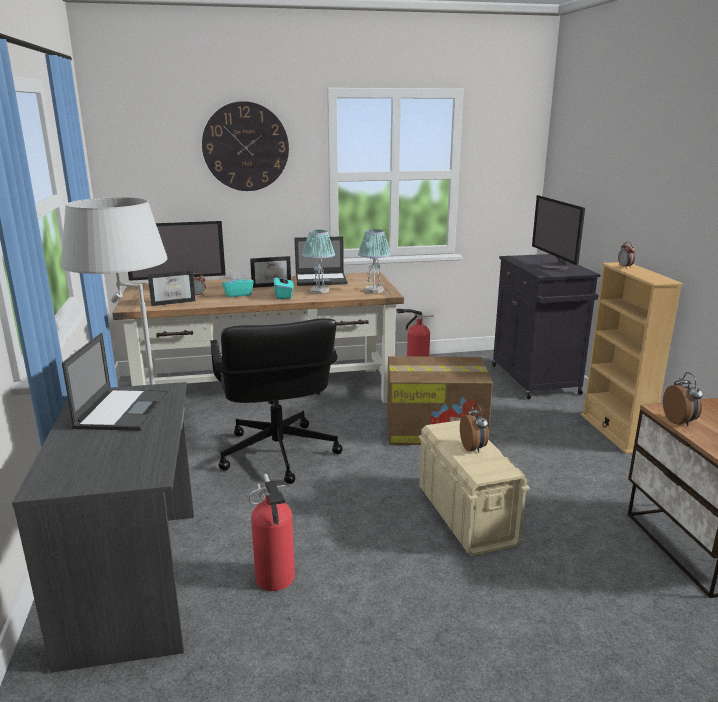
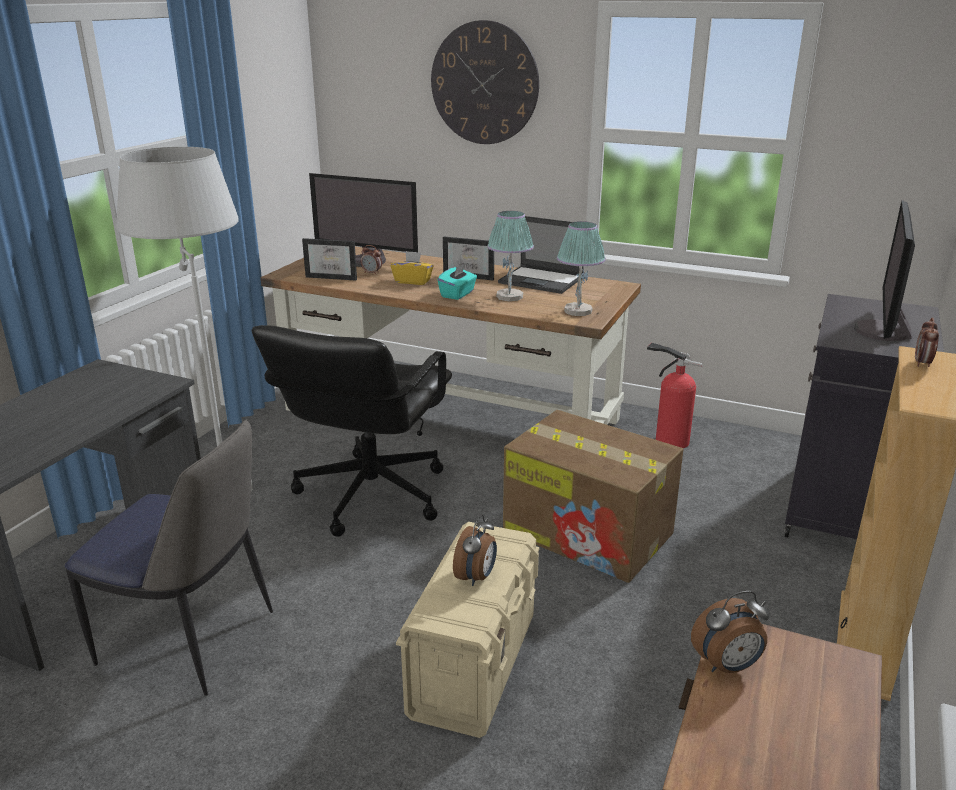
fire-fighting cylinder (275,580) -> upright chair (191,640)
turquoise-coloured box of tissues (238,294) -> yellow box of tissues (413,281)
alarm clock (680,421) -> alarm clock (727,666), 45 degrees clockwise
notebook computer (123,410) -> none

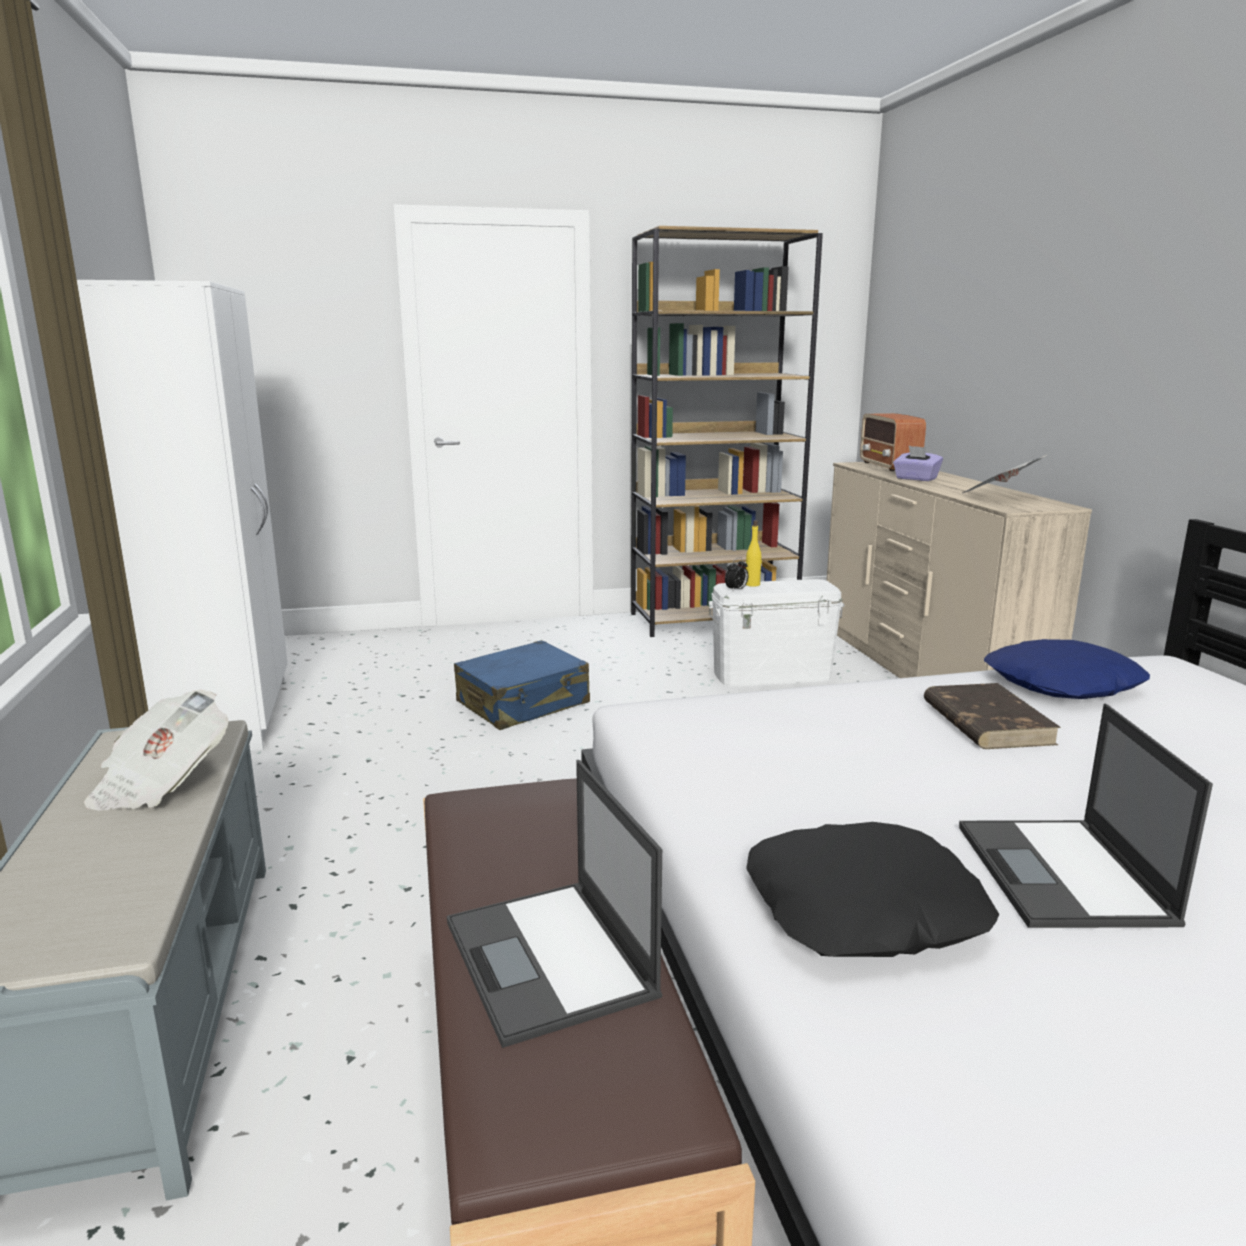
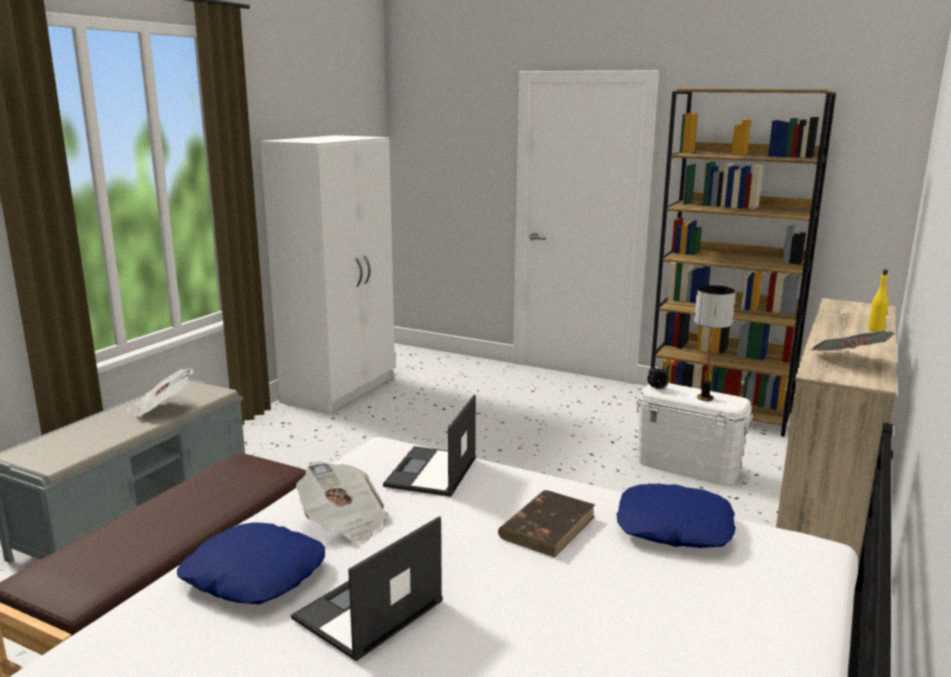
black pillow (864,910) -> blue-coloured pillow (253,575)
none -> newspaper (344,523)
notebook computer (550,960) -> notebook computer (431,472), moved
none -> lamp for a table (705,398)
yellow bottle (752,584) -> yellow bottle (875,330), moved
blue-coloured travel case (523,703) -> none
radio (889,466) -> none
purple-coloured box of tissues (915,479) -> none

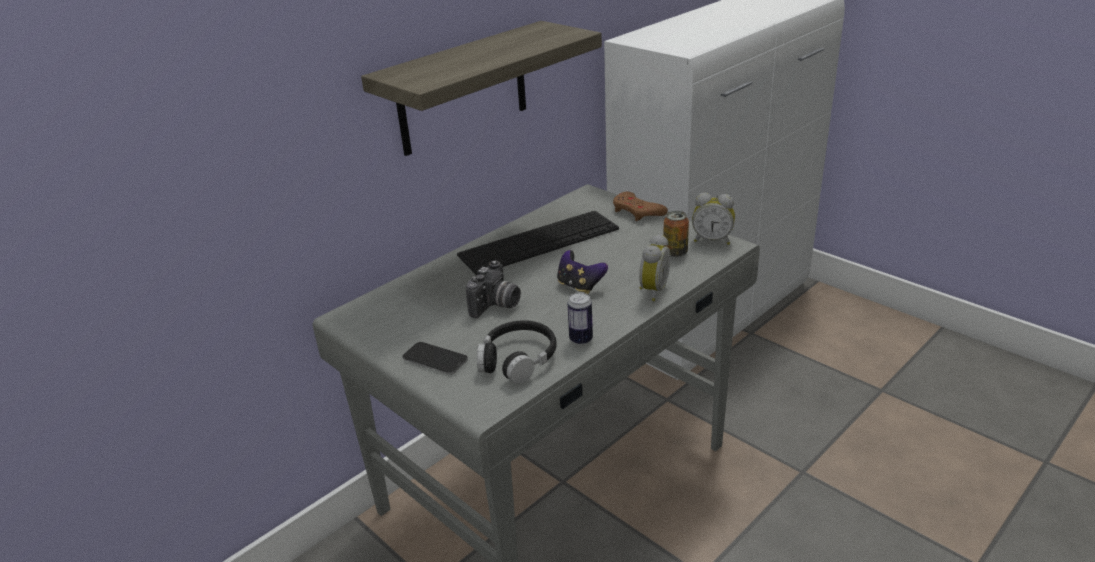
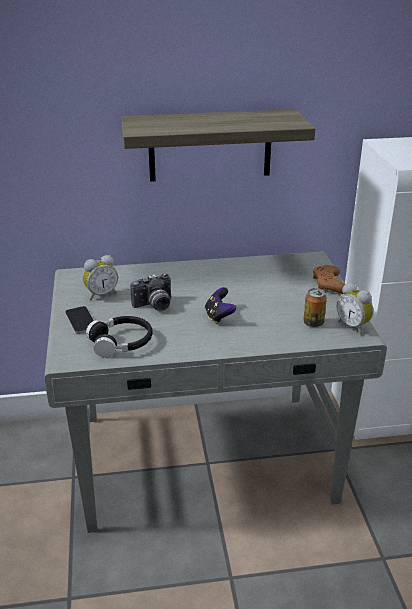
alarm clock (651,290) -> alarm clock (101,294), moved
PC keyboard (539,242) -> none
metal can (581,339) -> none

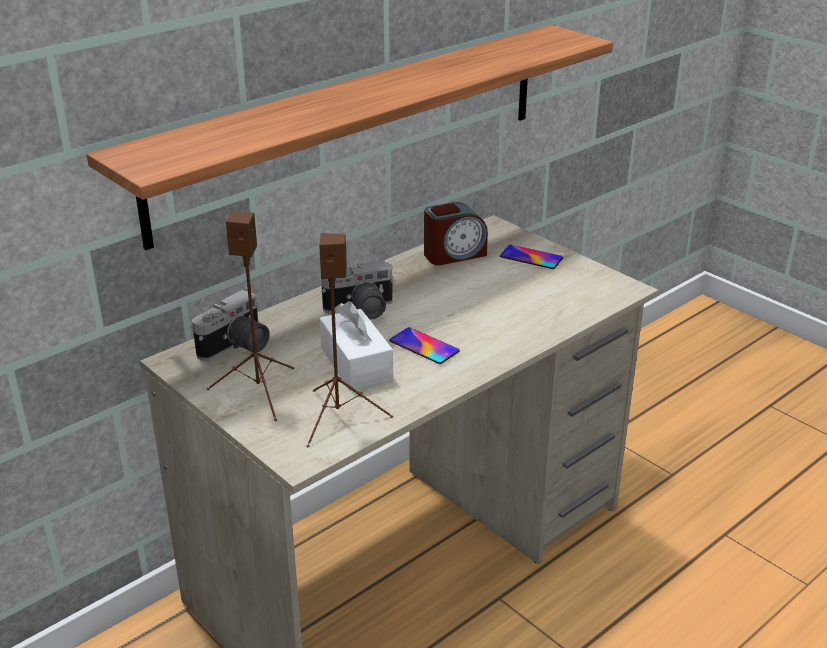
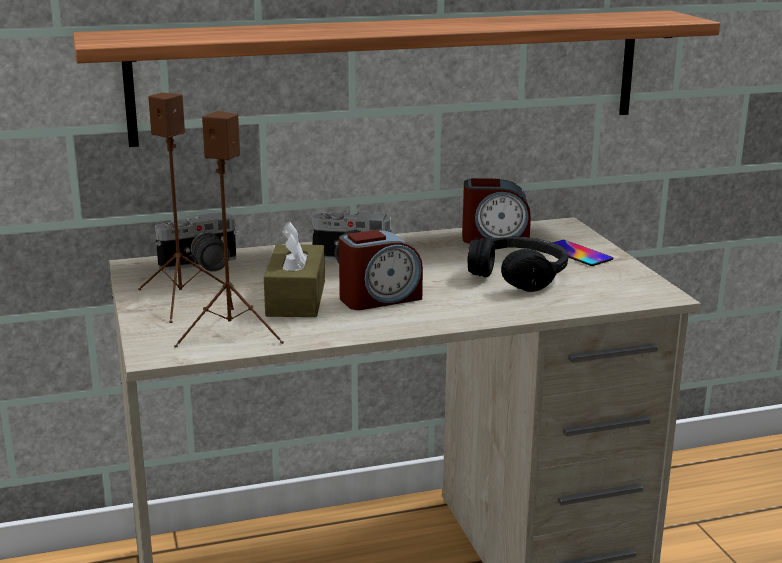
white box of tissues (356,364) -> brownish box of tissues (296,298)
telephone (424,346) -> alarm clock (379,298)
none -> black headphones (518,276)

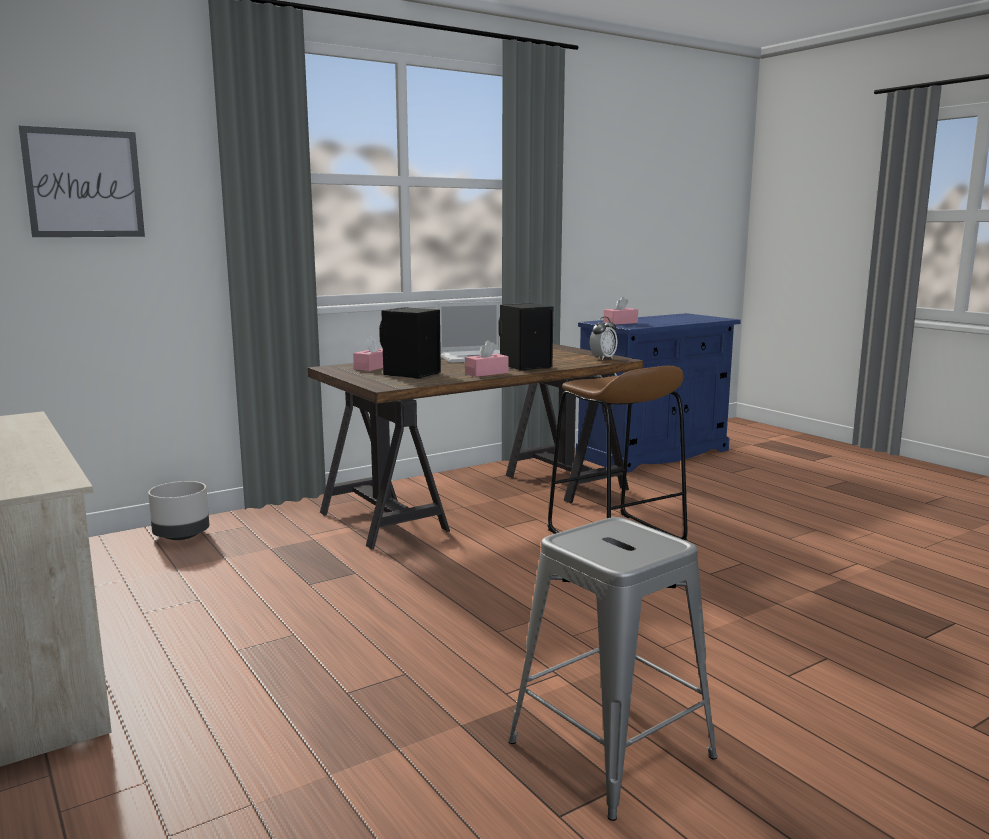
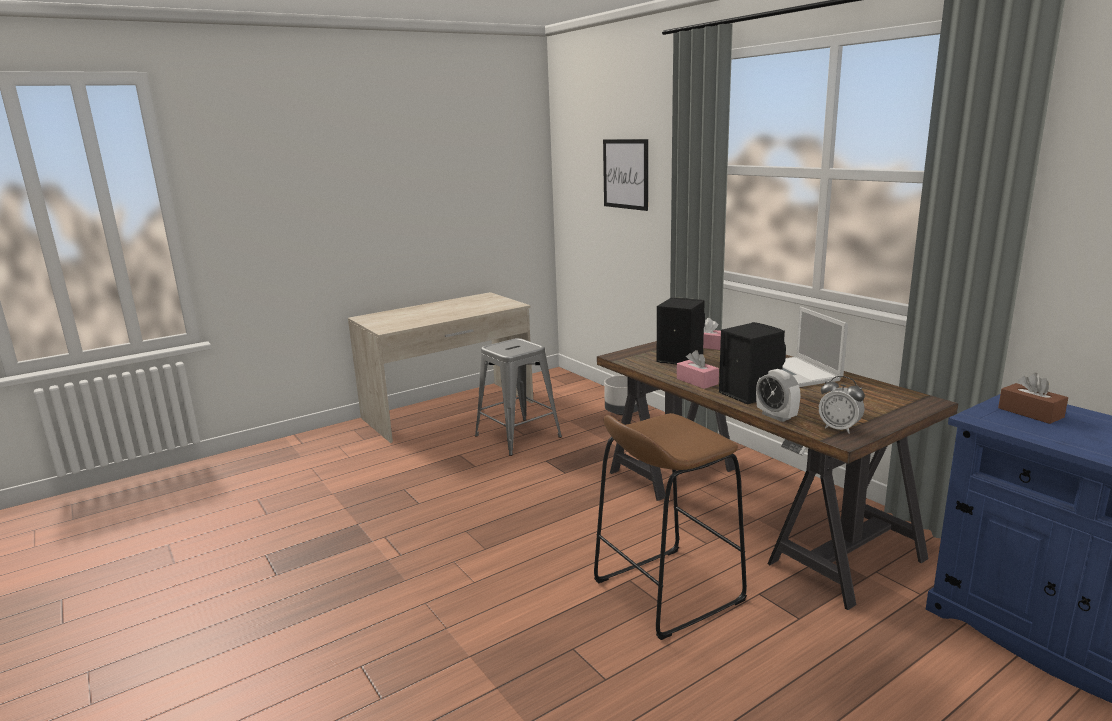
gray stool (609,749) -> gray stool (518,436), moved
none -> alarm clock (776,416)
pink box of tissues (620,323) -> brownish box of tissues (1030,413)

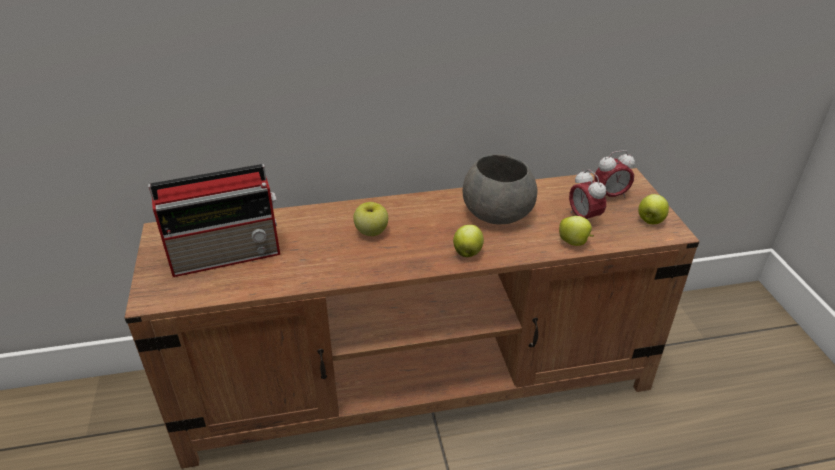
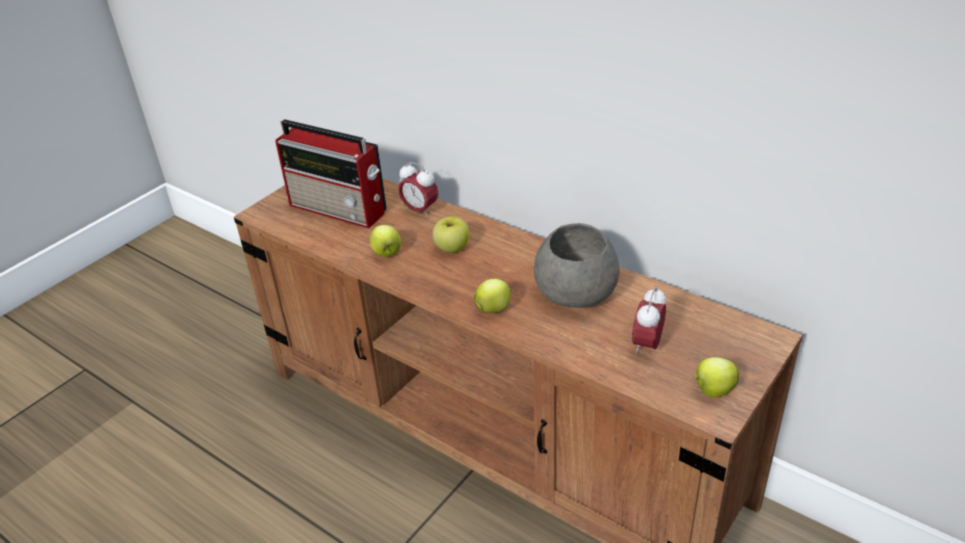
apple fruit (574,243) -> apple fruit (387,253), moved
alarm clock (610,196) -> alarm clock (420,210), moved

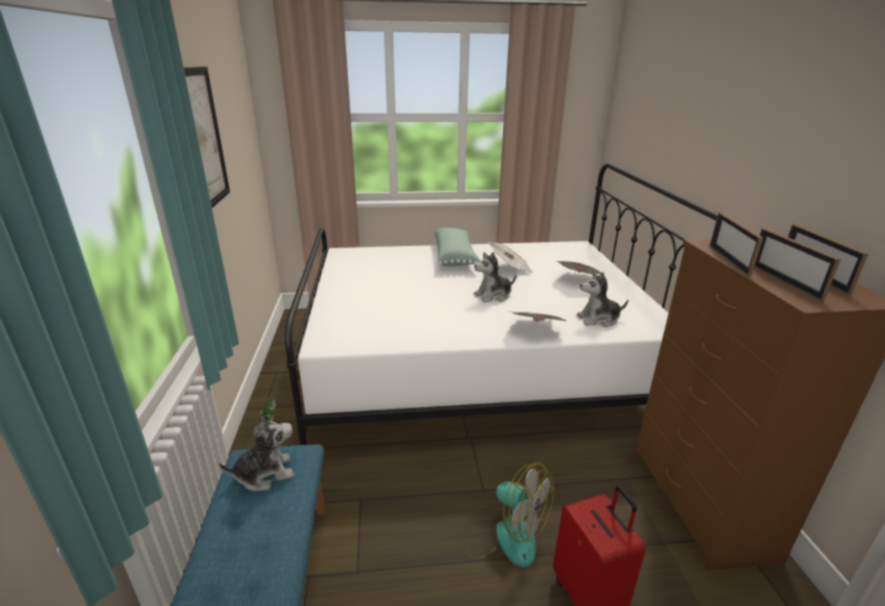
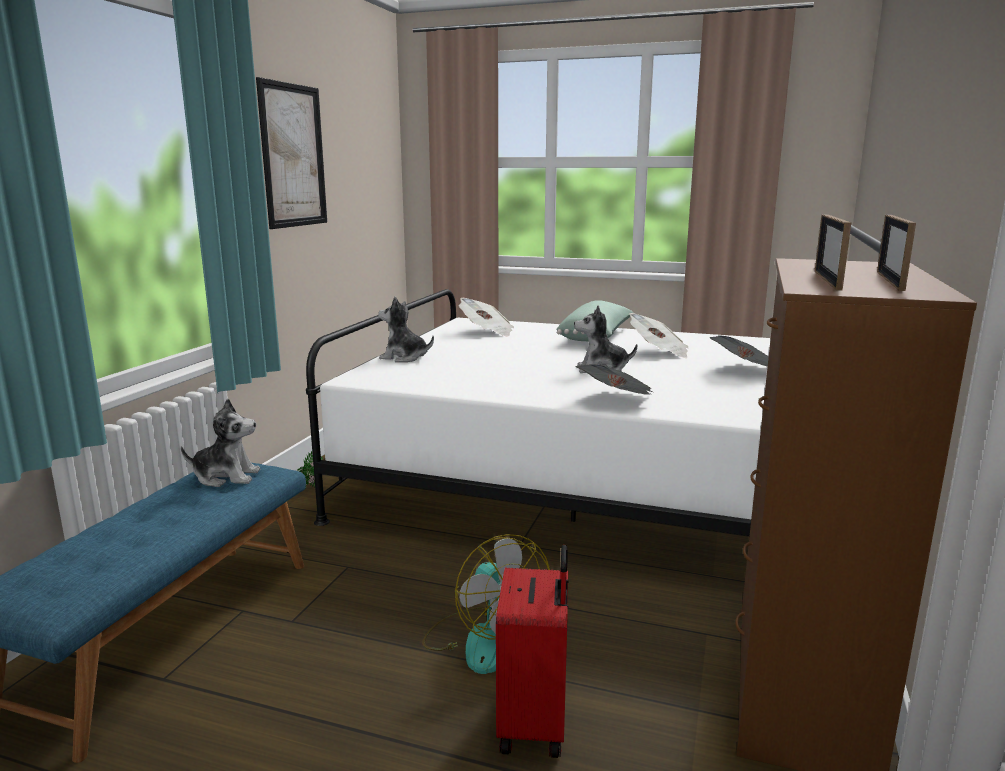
soft toy (598,319) -> soft toy (404,358), moved
none -> newspaper (487,332)
picture frame (728,260) -> none

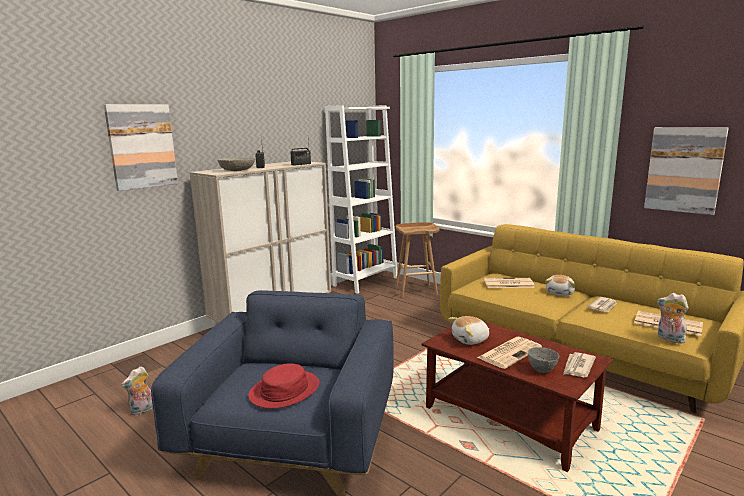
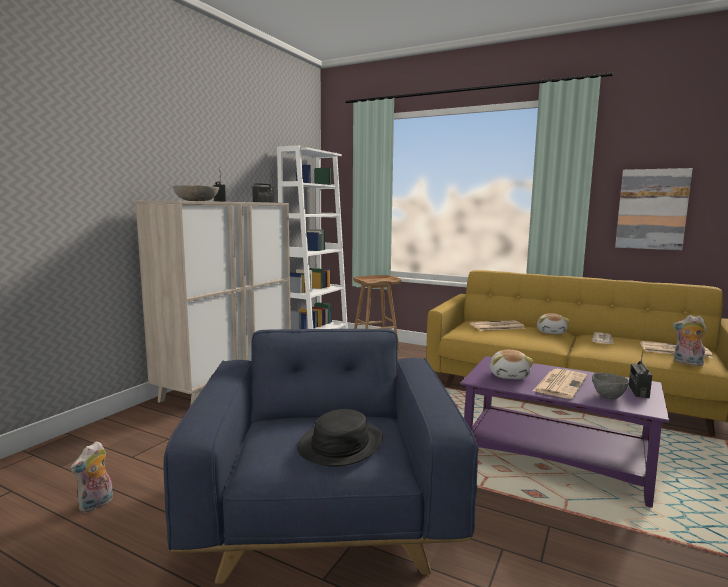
reddish wearable hat (284,390) -> black wearable hat (340,444)
brownish low table (510,419) -> purple-coloured low table (556,461)
soft toy (470,340) -> soft toy (509,375), 45 degrees counterclockwise
newspaper (578,367) -> radio (638,391)
picture (142,146) -> none

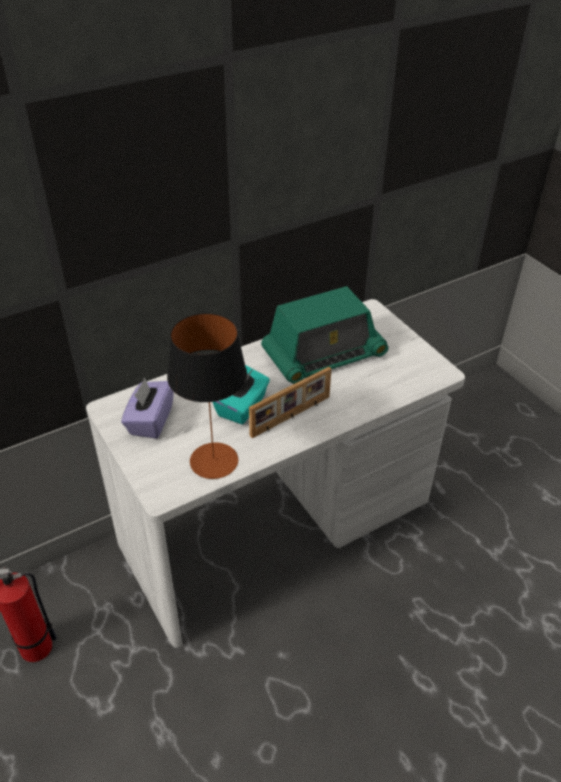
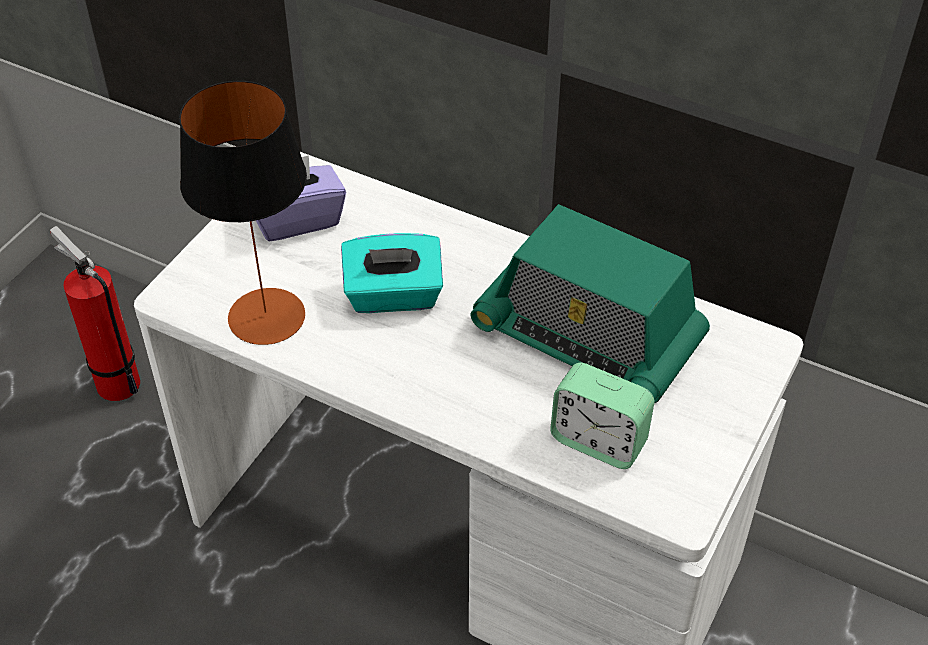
none -> alarm clock (598,441)
picture frame (291,417) -> none

